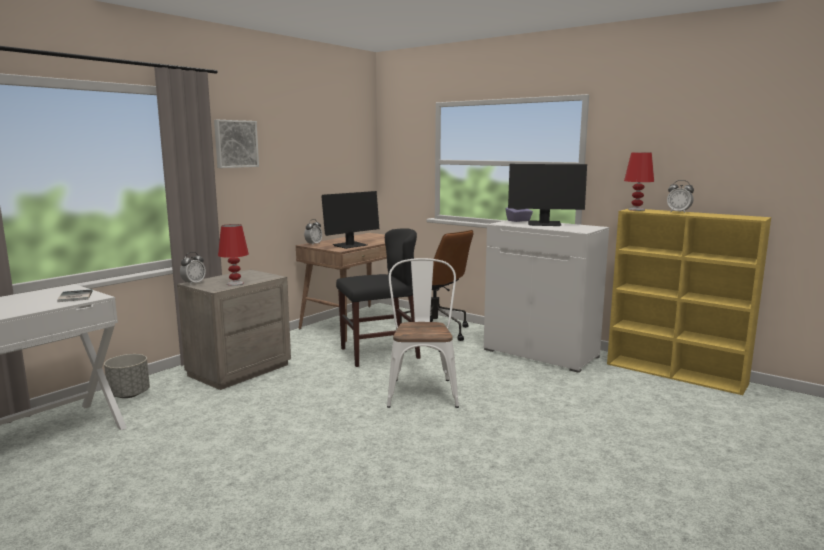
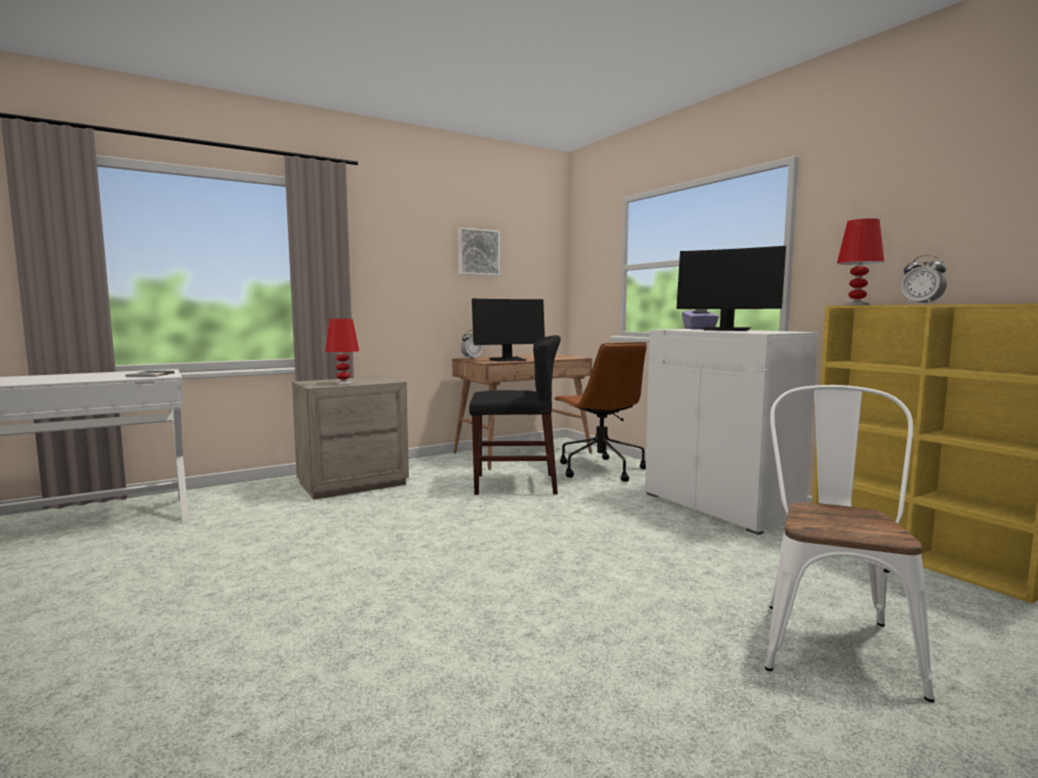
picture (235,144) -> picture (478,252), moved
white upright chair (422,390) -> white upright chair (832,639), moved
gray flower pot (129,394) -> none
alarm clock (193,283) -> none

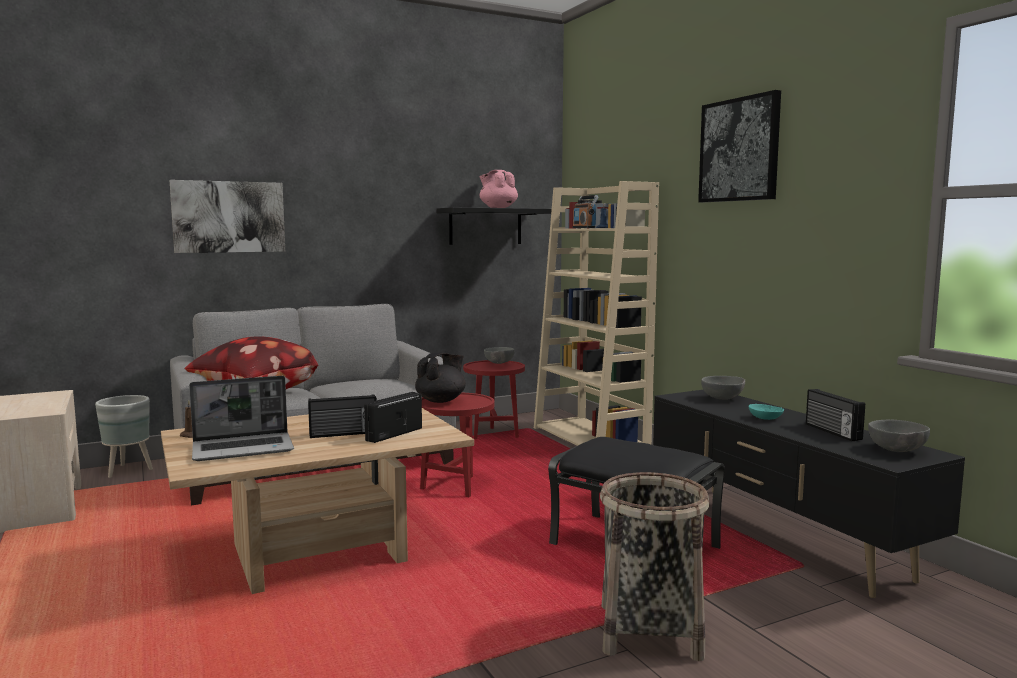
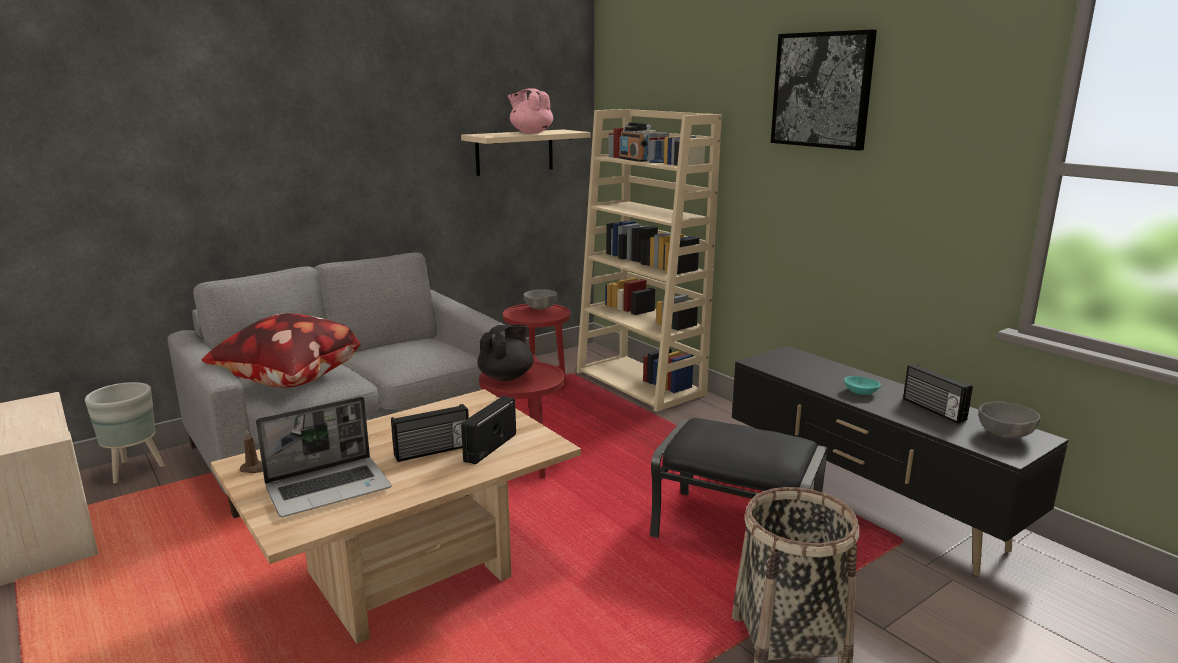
black bracket shelf (485,226) -> sand-coloured bracket shelf (514,152)
picture (229,217) -> none
gray bowl (723,399) -> none

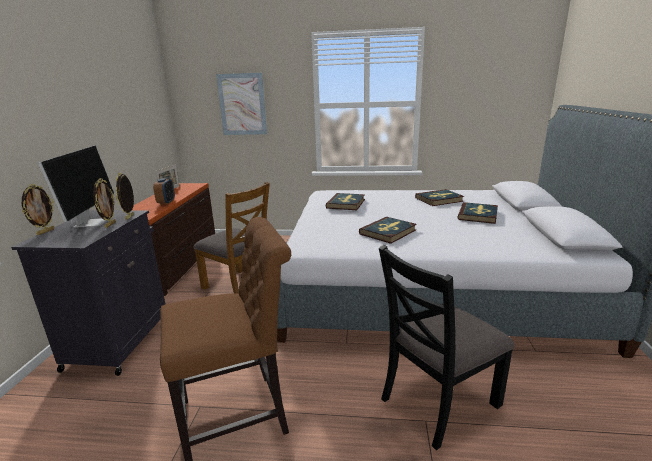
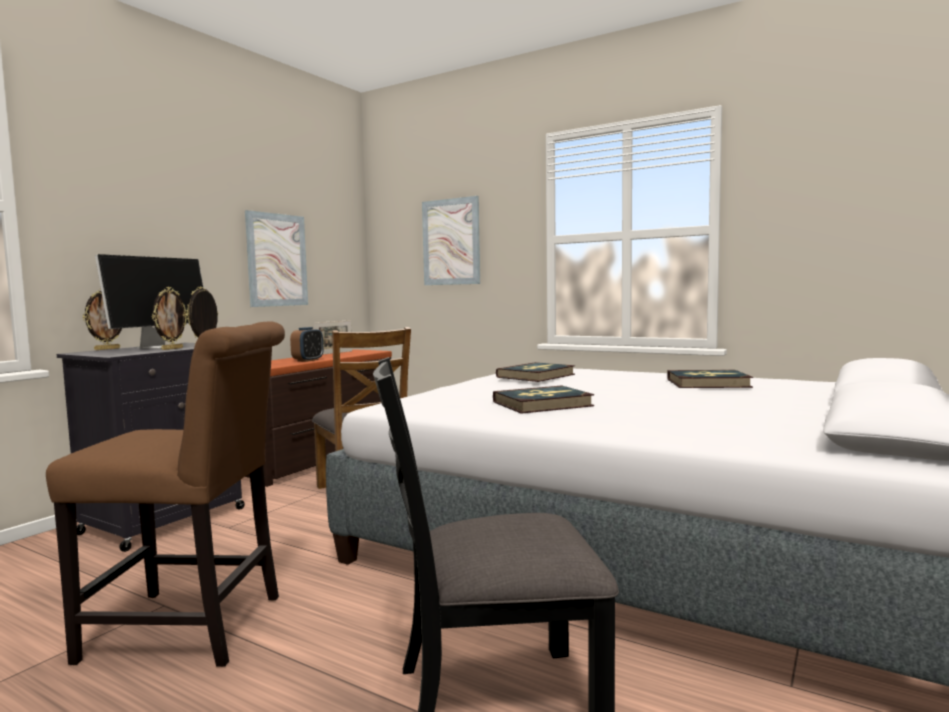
none -> picture (277,260)
bound book (478,215) -> none

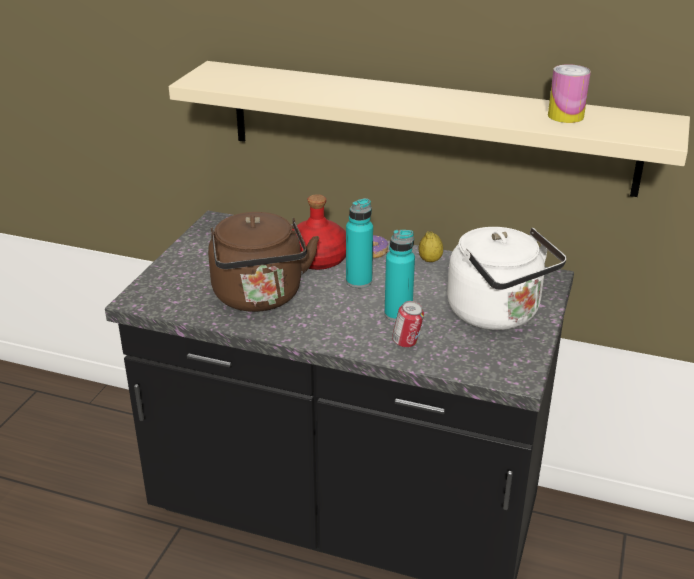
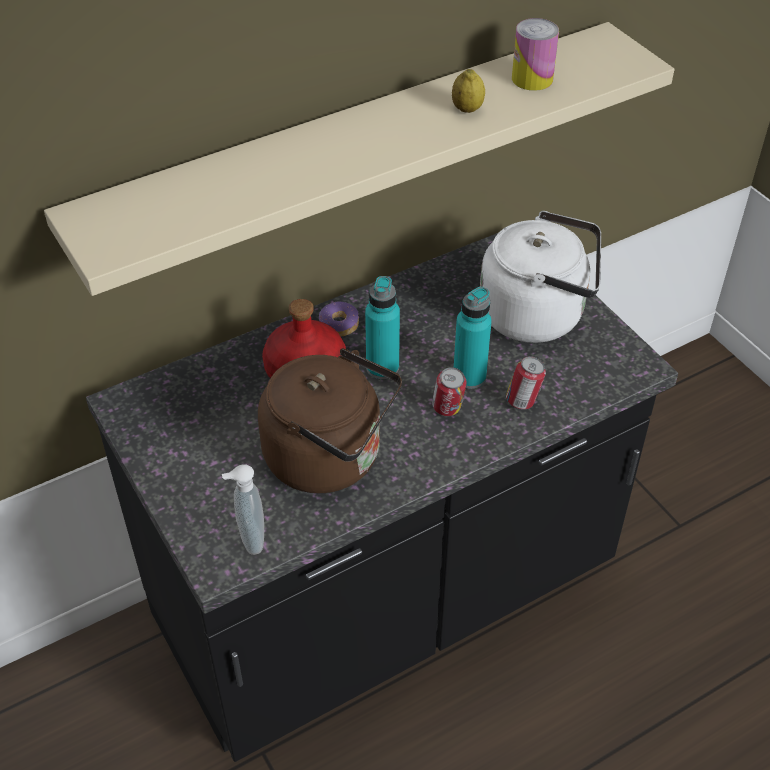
none -> soap dispenser (249,539)
none -> metal can (447,410)
lemon (430,260) -> lemon (467,109), moved

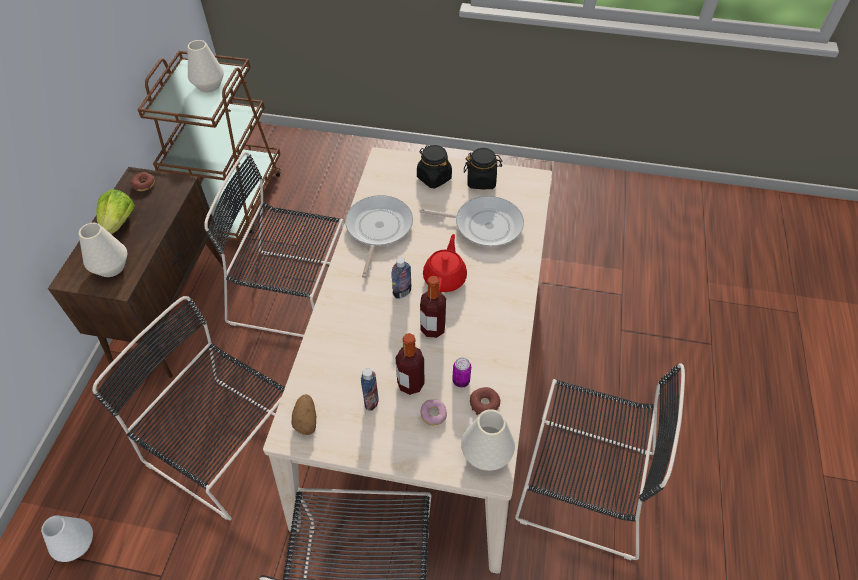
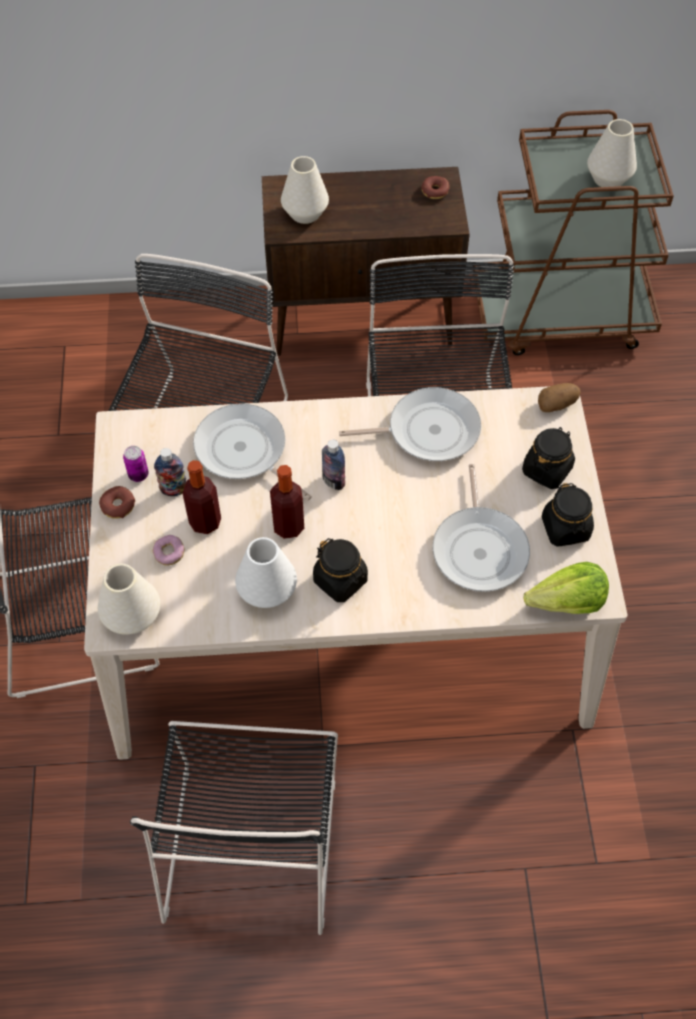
donut (484,404) -> donut (118,506), moved
metal can (461,381) -> metal can (138,475), moved
none -> skillet (244,451)
white decorative vase (77,544) -> white decorative vase (267,591), moved
none -> black preserve jar (340,580)
head of lettuce (119,223) -> head of lettuce (567,602), moved
whole potato (306,419) -> whole potato (557,404), moved
reddish teapot (445,278) -> none

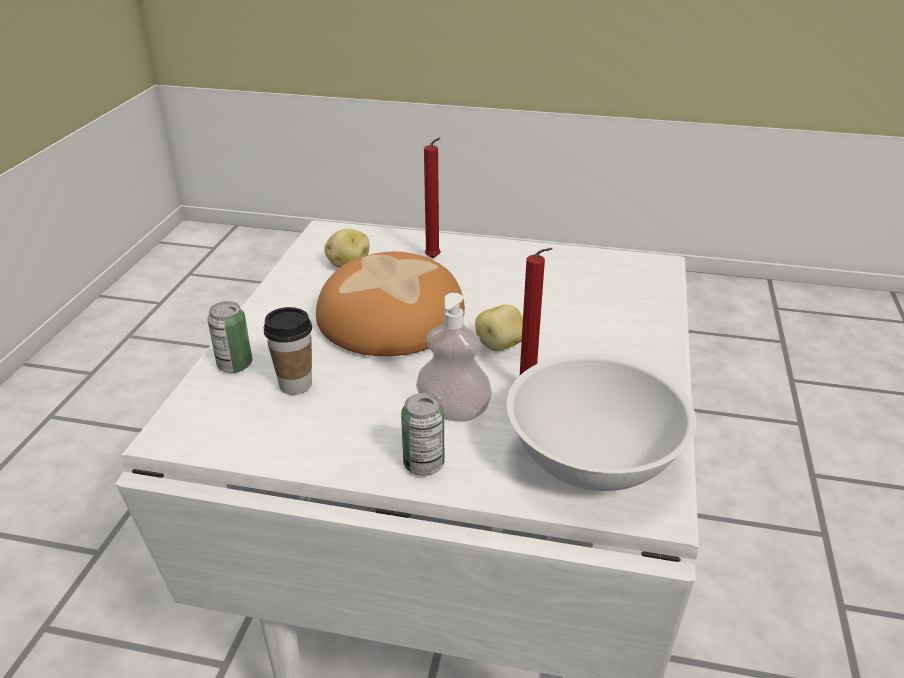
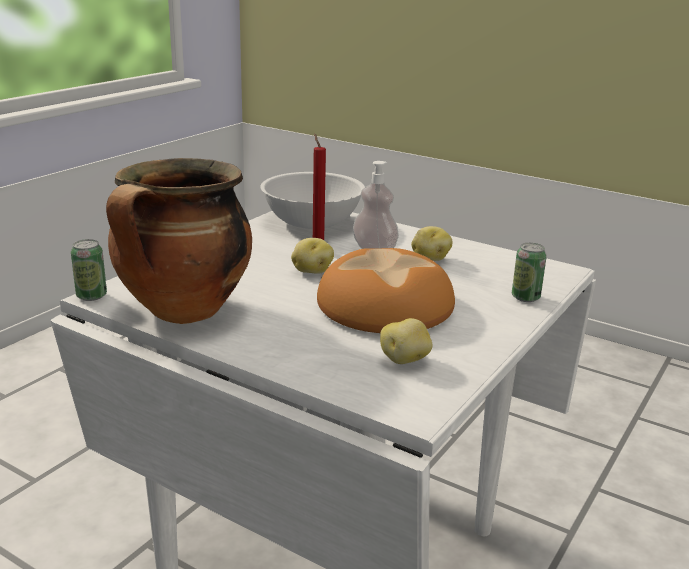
metal can (423,464) -> metal can (91,296), moved
none -> cooking pot (184,312)
none -> whole potato (429,258)
small cup (295,385) -> none
reddish wax light (434,259) -> none

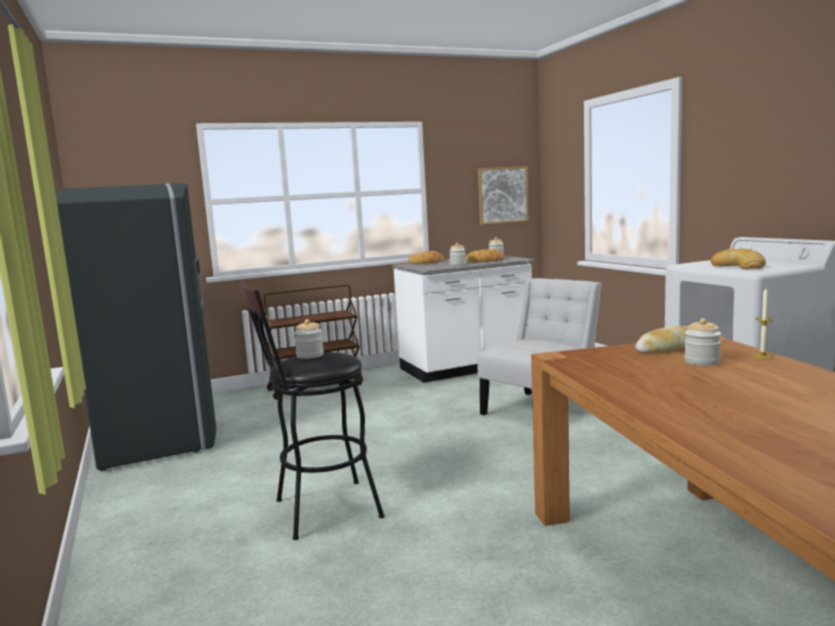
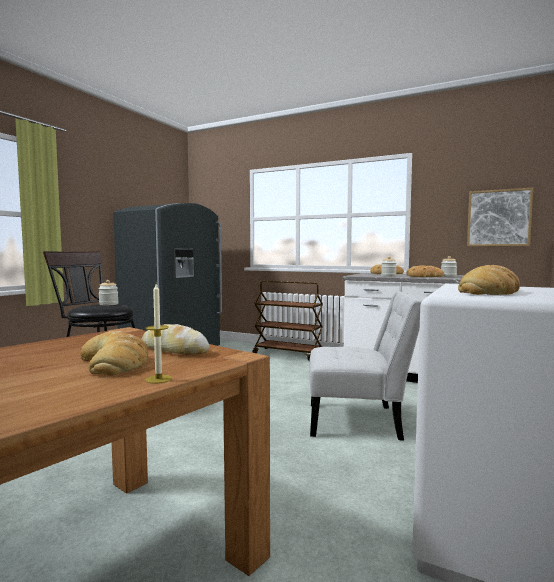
preserve jar (701,362) -> bakery bread (115,362)

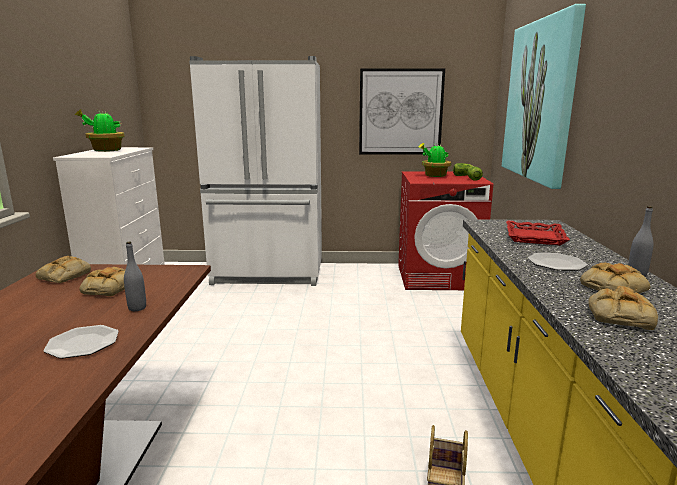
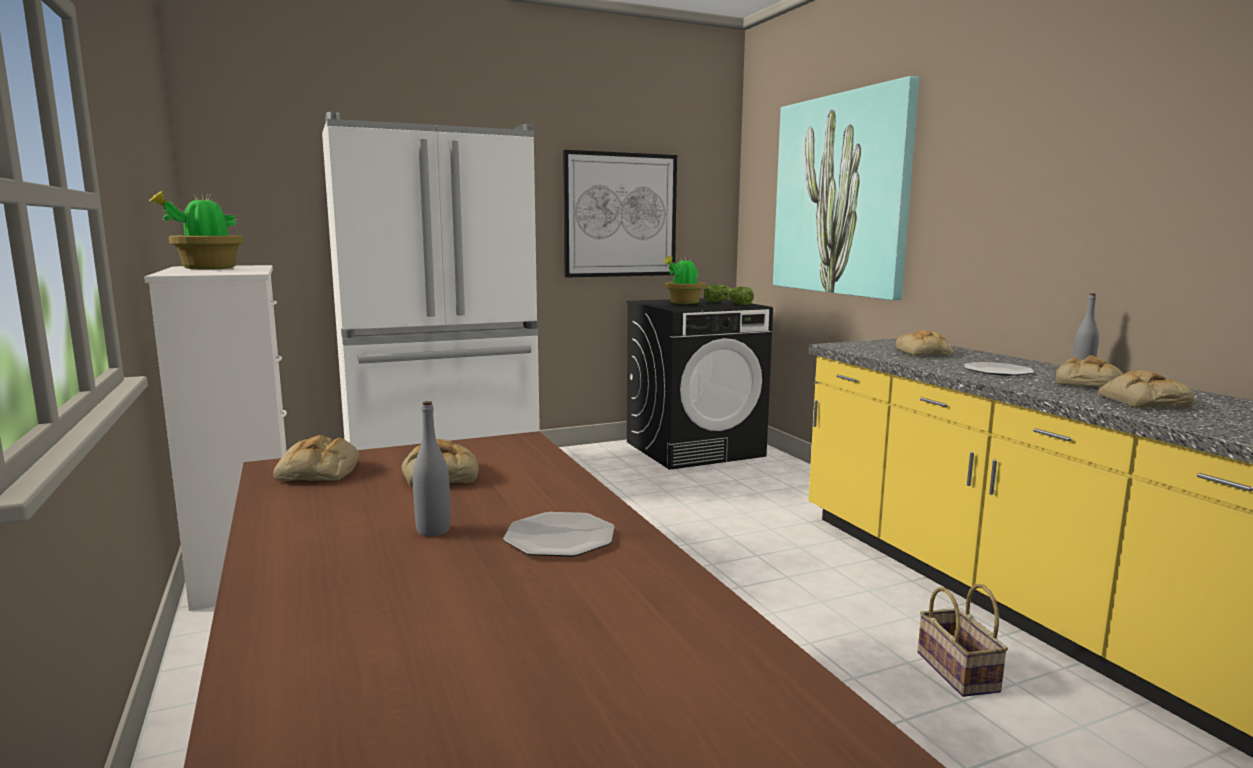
gray bottle (137,308) -> gray bottle (433,530), moved
reddish laundry appliance (438,277) -> black laundry appliance (694,449)
reddish carrying tray (535,237) -> bakery bread (924,353)

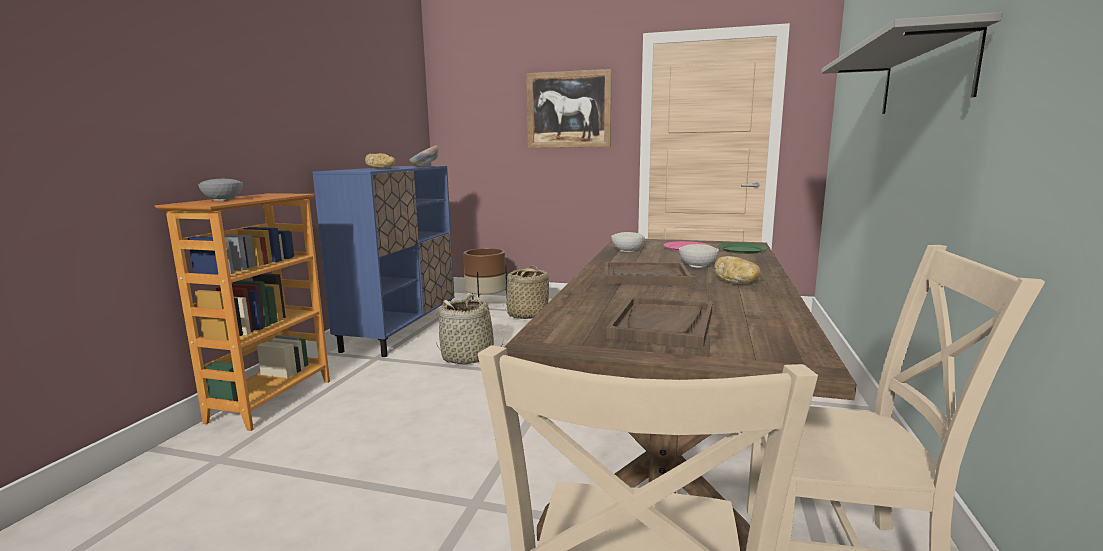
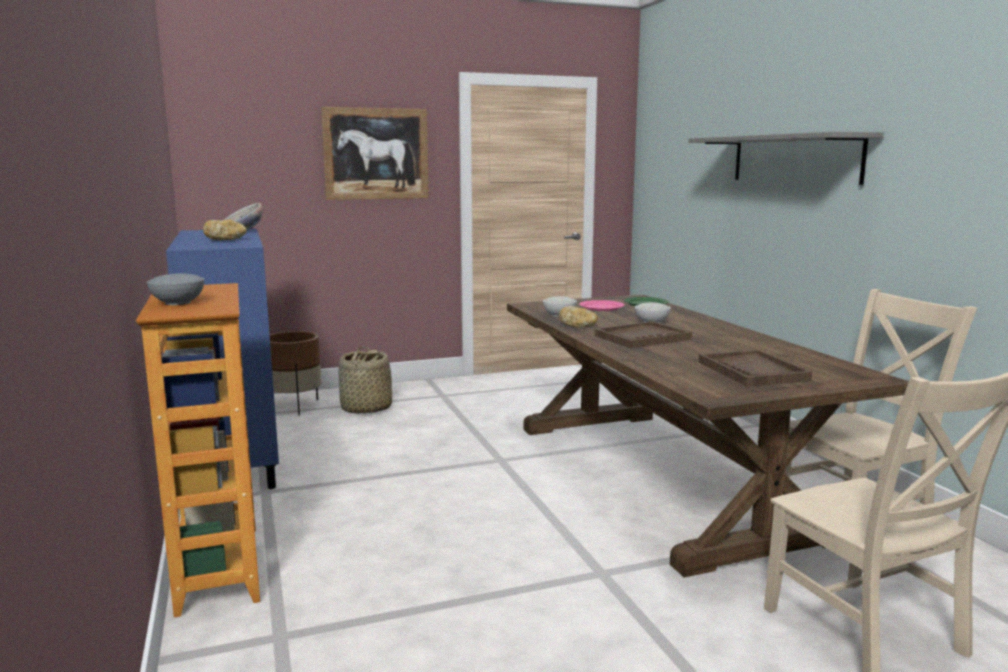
bakery bread (737,281) -> bakery bread (578,326), moved
household basket (468,356) -> none

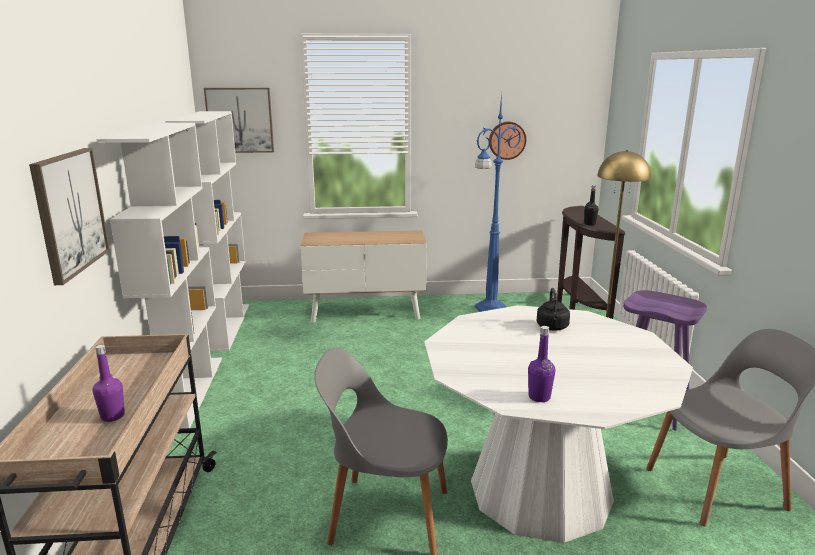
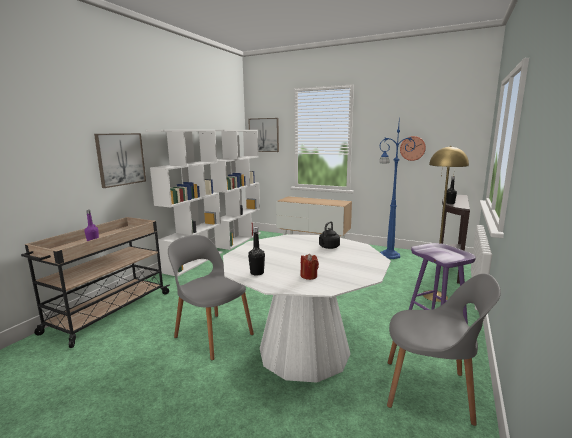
purple-coloured bottle (539,397) -> black bottle (257,273)
none -> reddish wax light (309,276)

